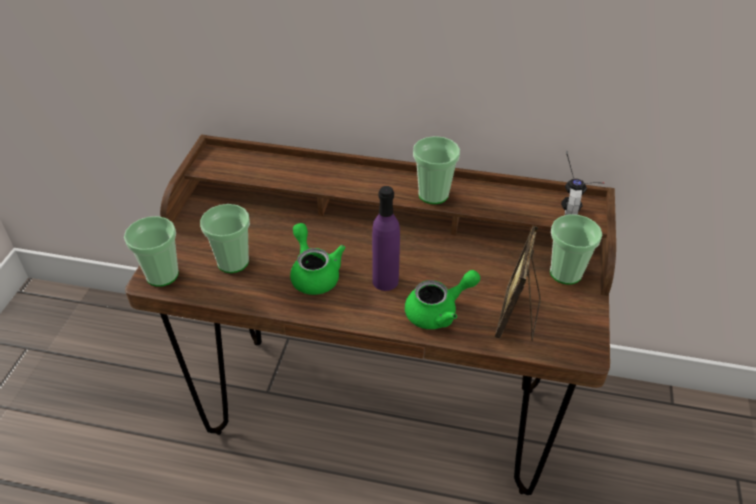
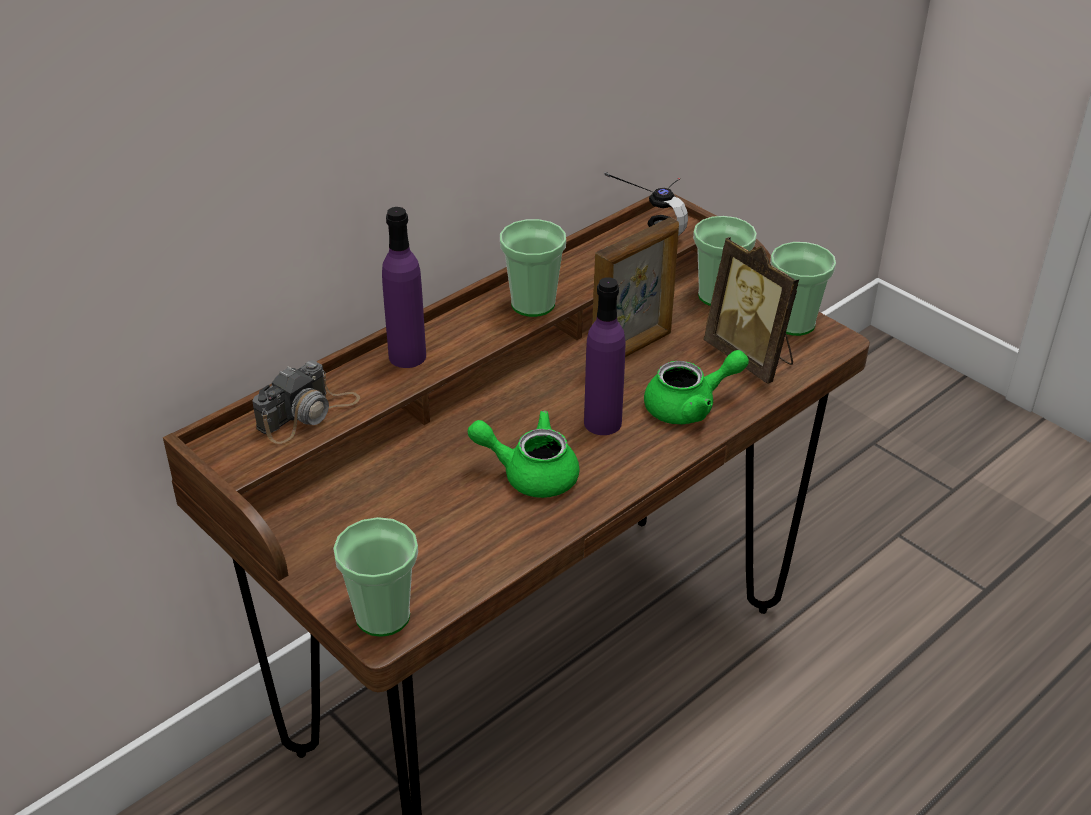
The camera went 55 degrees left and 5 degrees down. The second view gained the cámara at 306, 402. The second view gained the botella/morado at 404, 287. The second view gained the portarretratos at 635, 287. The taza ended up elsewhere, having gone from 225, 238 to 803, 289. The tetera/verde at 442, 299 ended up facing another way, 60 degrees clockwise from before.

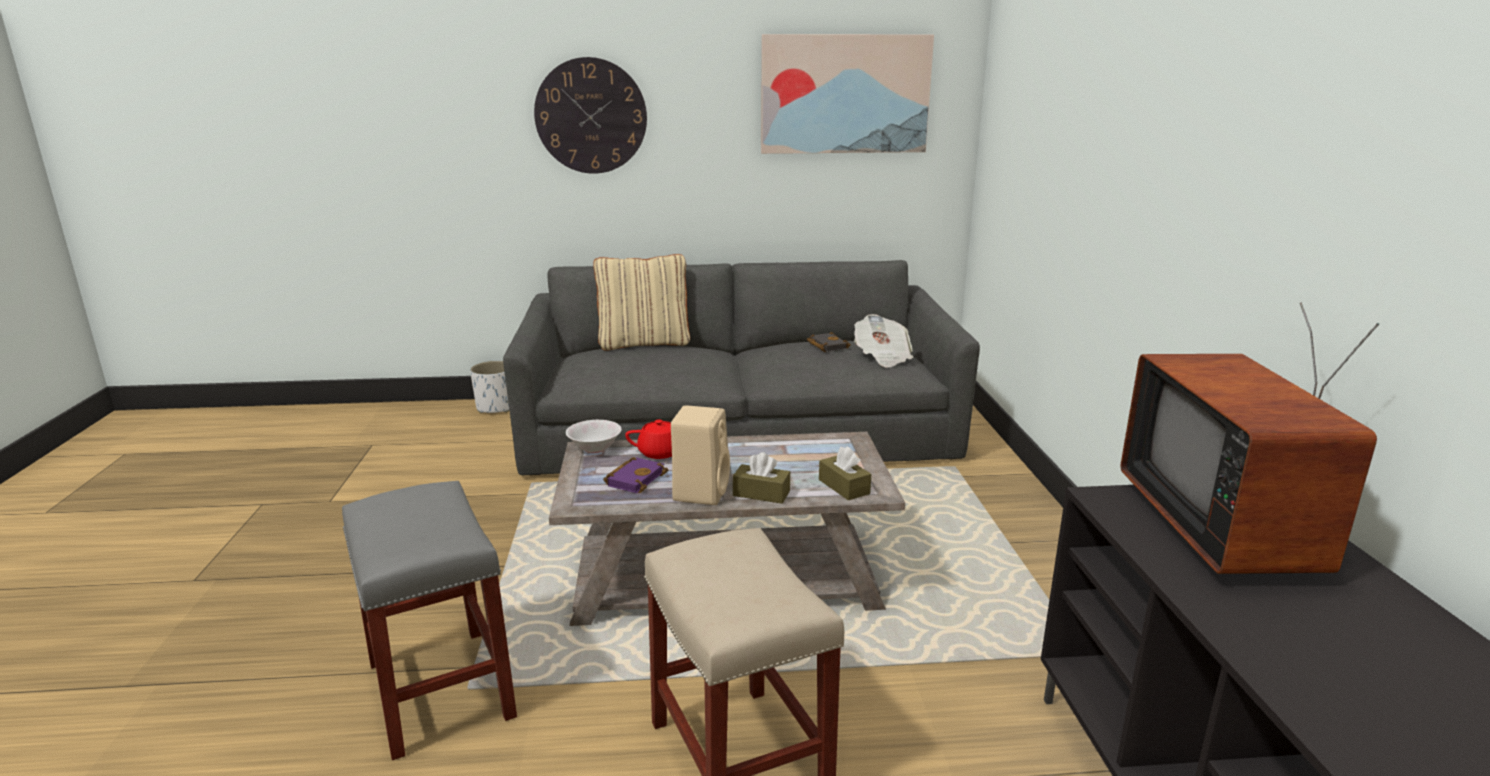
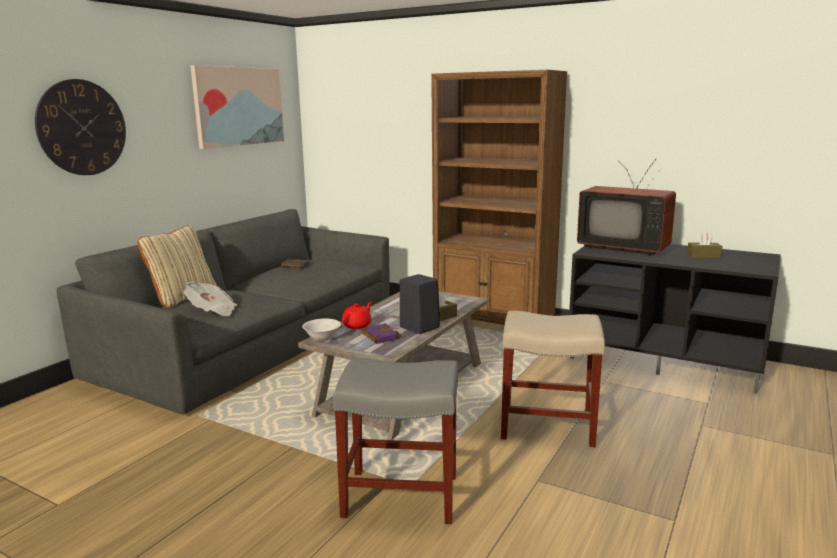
The camera went 55 degrees left and 5 degrees down. The second view lost the maceta/blanco at 490, 387. The second view gained the estantería/marrón at 499, 197. The caja de pañuelos/marrón ended up elsewhere, having gone from 845, 473 to 704, 245. The periódico ended up elsewhere, having gone from 883, 341 to 210, 299. What was the altavoz/beis at 700, 455 turned into the altavoz/negro at 420, 304.

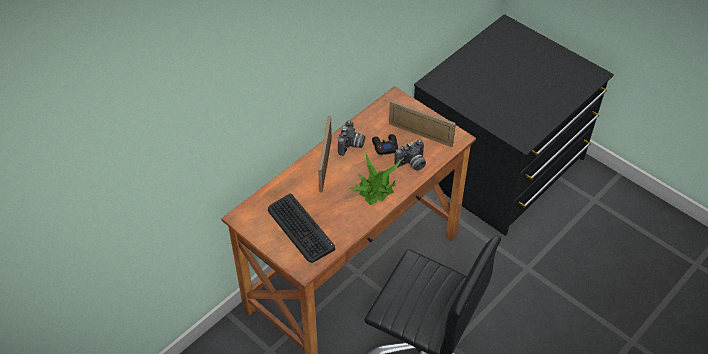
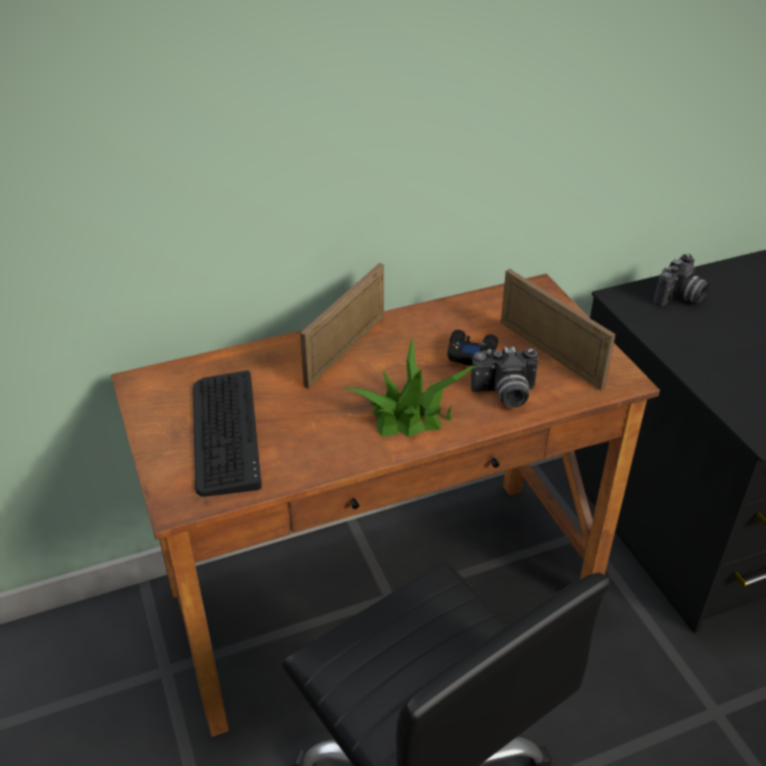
The camera went 25 degrees right and 10 degrees down. The cámara ended up elsewhere, having gone from 351, 138 to 681, 280.

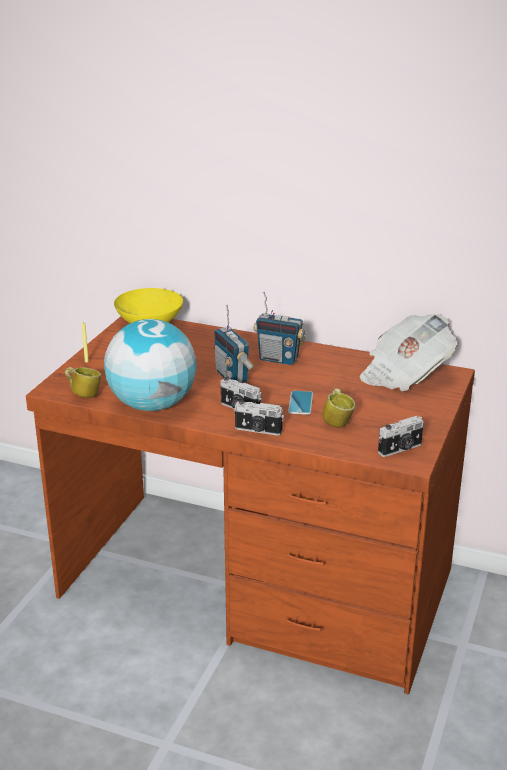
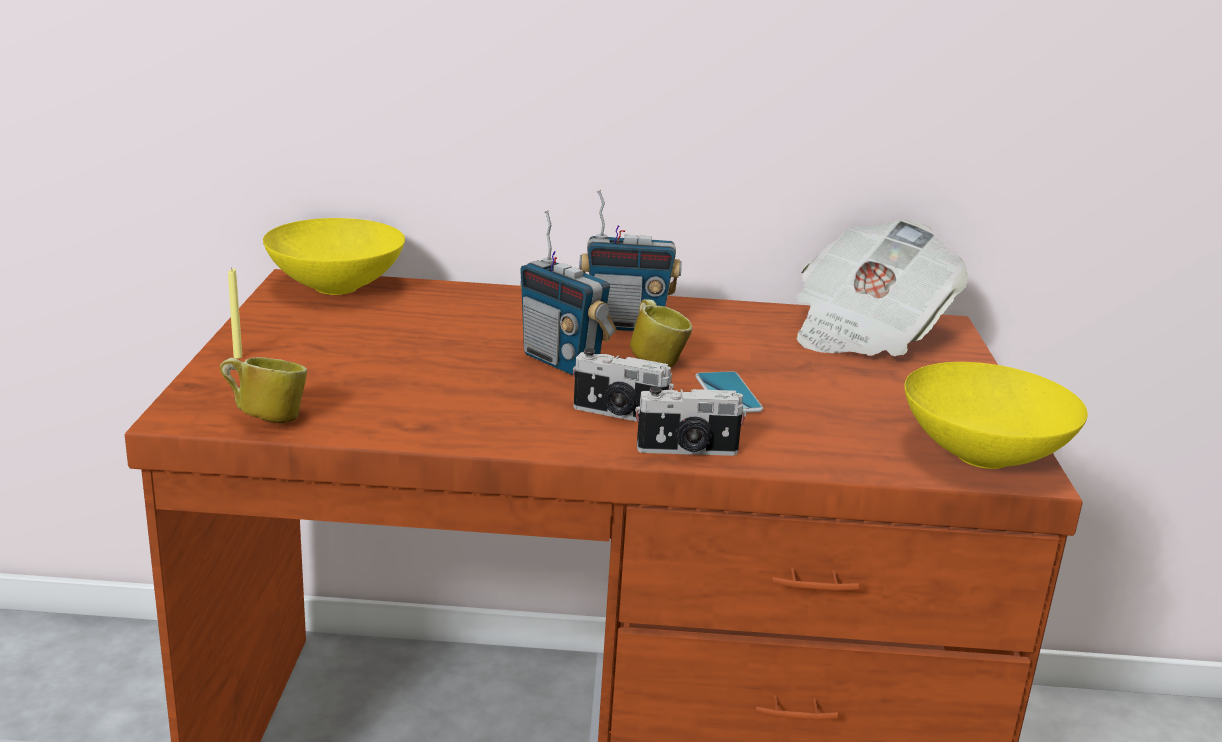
The camera went 20 degrees left and 5 degrees down. The second view lost the globo terráqueo at 150, 365. The taza grande ended up elsewhere, having gone from 338, 408 to 661, 333. Where the cámara stood at 401, 436, the cuenco/amarillo came to stand at 996, 415.

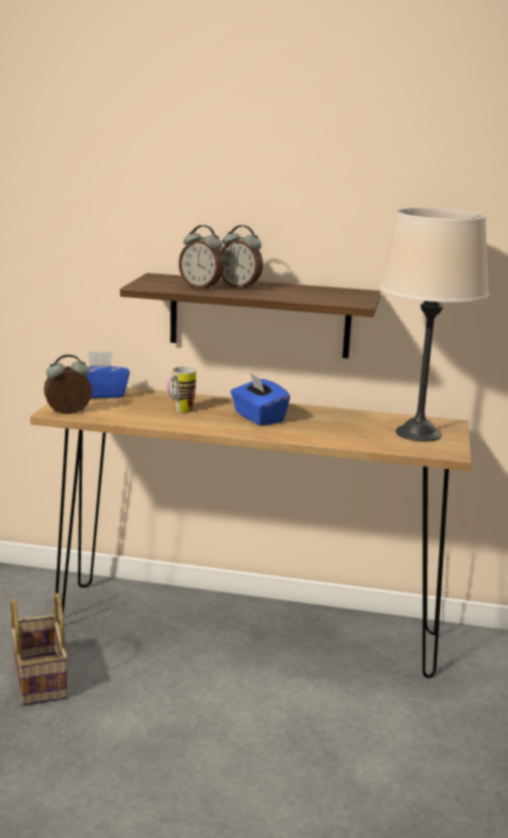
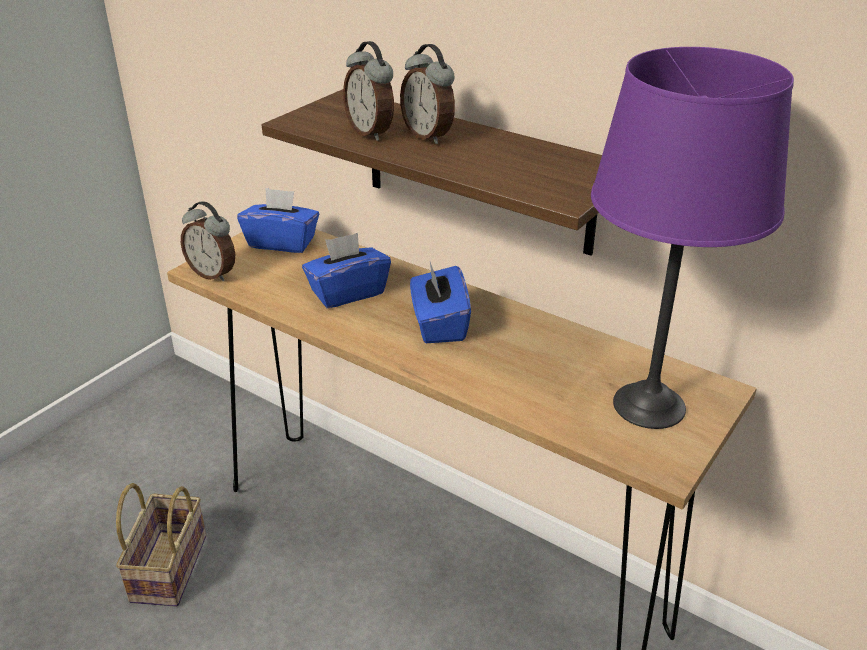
The camera went 25 degrees right and 15 degrees up. Where the taza grande stood at 181, 390, the caja de pañuelos/azul came to stand at 346, 270. What was the lámpara de mesa/beis at 434, 324 turned into the lámpara de mesa/morado at 692, 238. The despertador at 68, 384 ended up facing another way, 150 degrees counterclockwise from before.

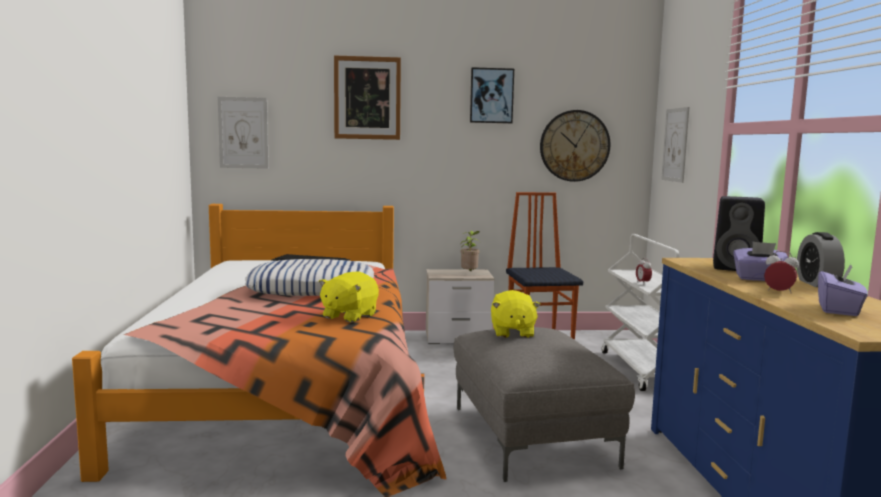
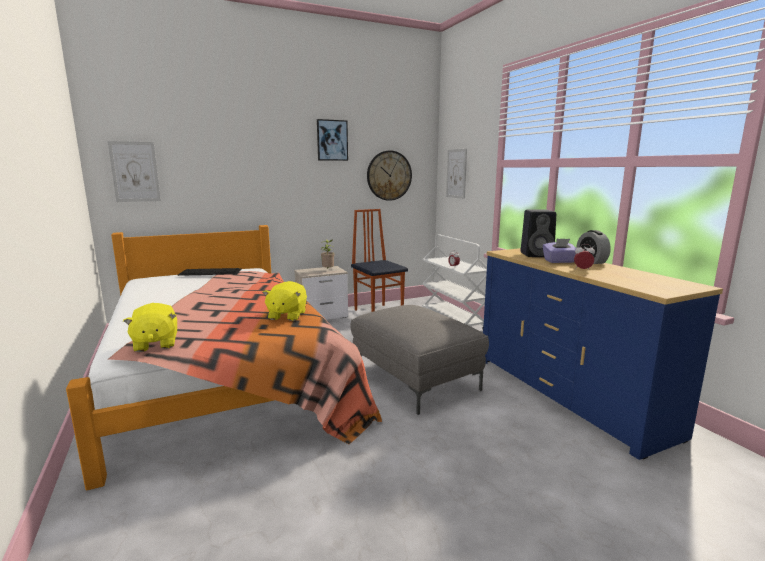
The camera went 20 degrees left and 5 degrees up. The second view lost the cojín at 309, 277. The second view lost the cuadro at 367, 97. The second view lost the caja de pañuelos/morado at 843, 290. The peluche/amarillo ended up elsewhere, having gone from 516, 314 to 150, 327.

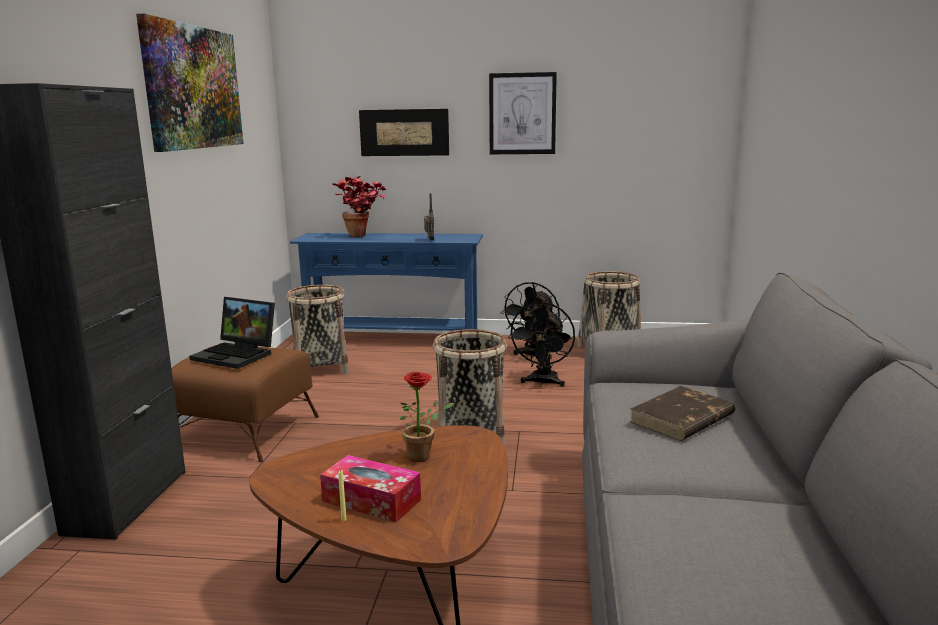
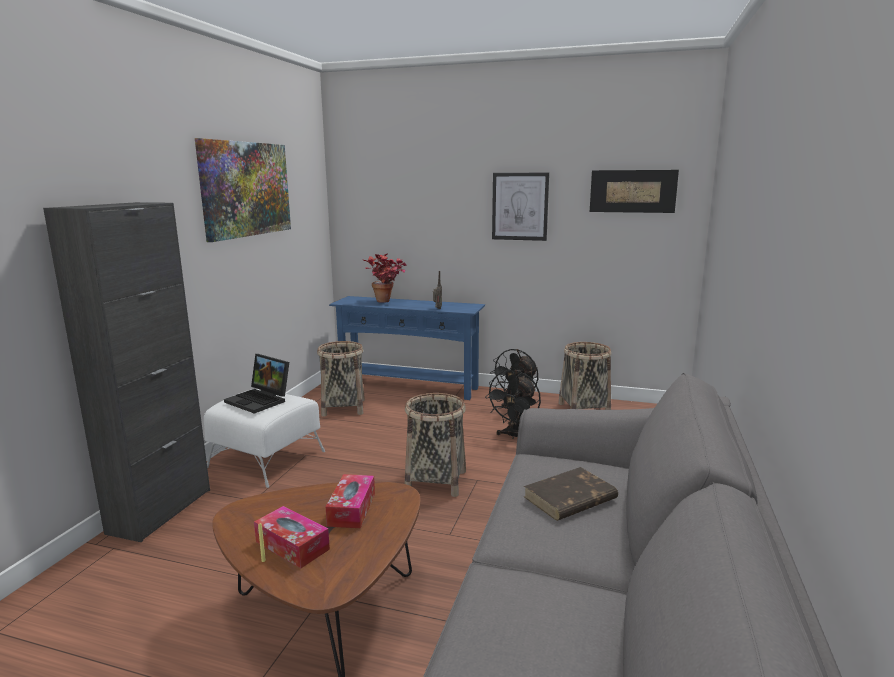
The camera went 10 degrees right and 0 degrees up. The cuadro ended up elsewhere, having gone from 404, 132 to 634, 191. Where the planta en maceta stood at 427, 417, the caja de pañuelos came to stand at 350, 501. What was the puf/marrón at 245, 404 turned into the puf/blanco at 264, 438.

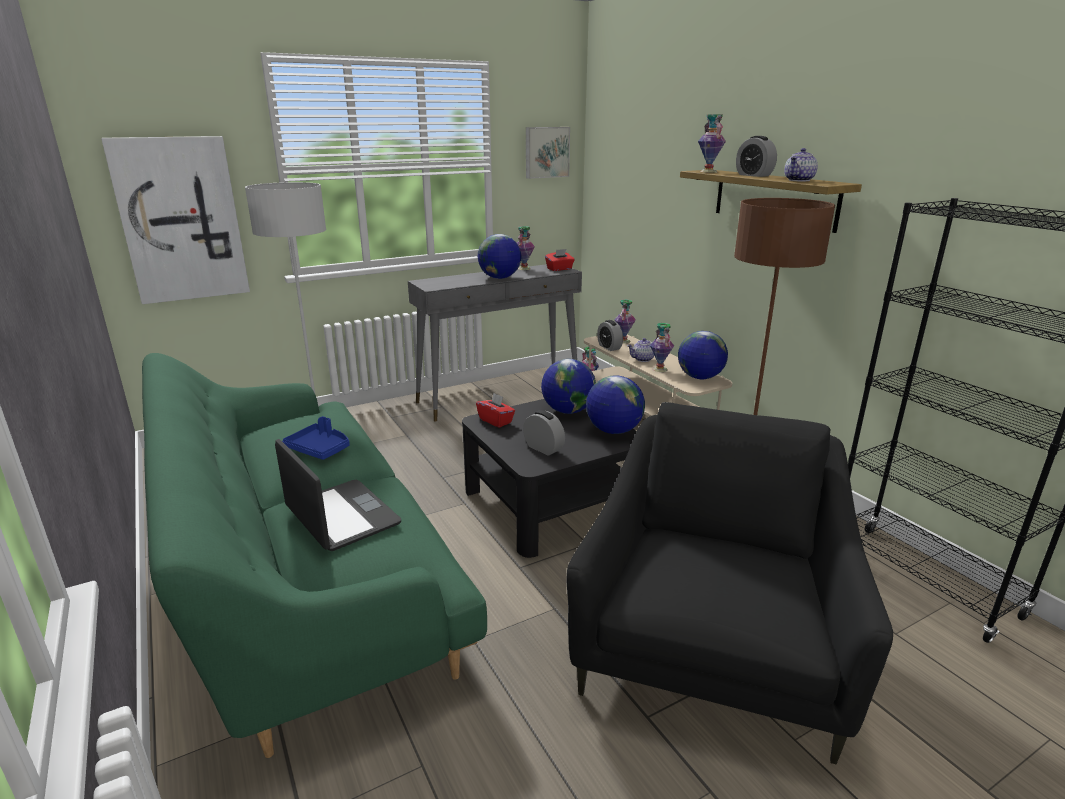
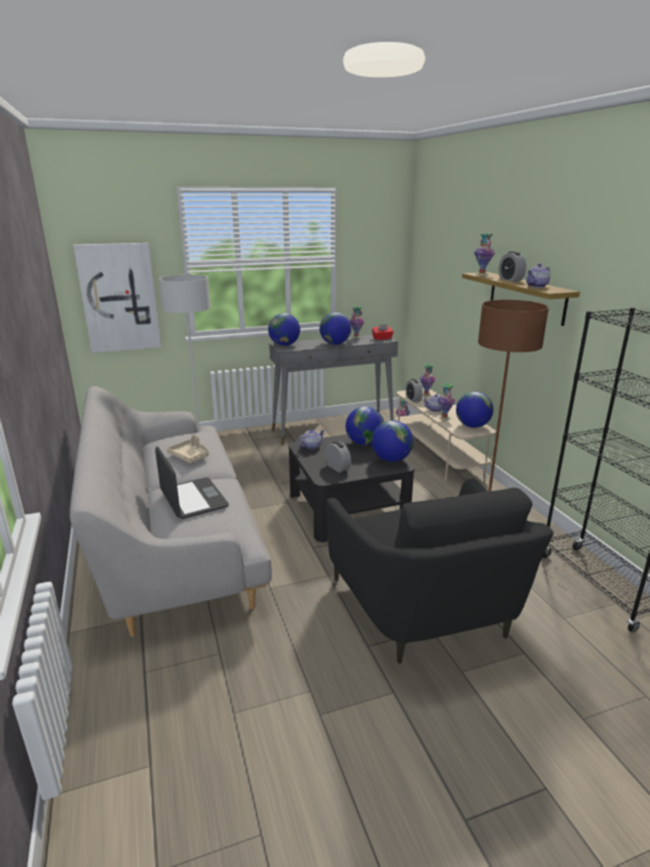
The camera went 10 degrees right and 0 degrees up. The second view lost the cuadro at 548, 153. The second view gained the globo terráqueo at 284, 329. Where the caja de pañuelos/rojo stood at 495, 410, the tetera came to stand at 311, 439. What was the sofá/verde at 314, 555 turned into the sofá/gris at 171, 511. What was the bandeja/azul at 316, 438 turned into the bandeja/beis at 188, 449. The sillón/negro at 730, 583 ended up facing another way, 135 degrees clockwise from before.

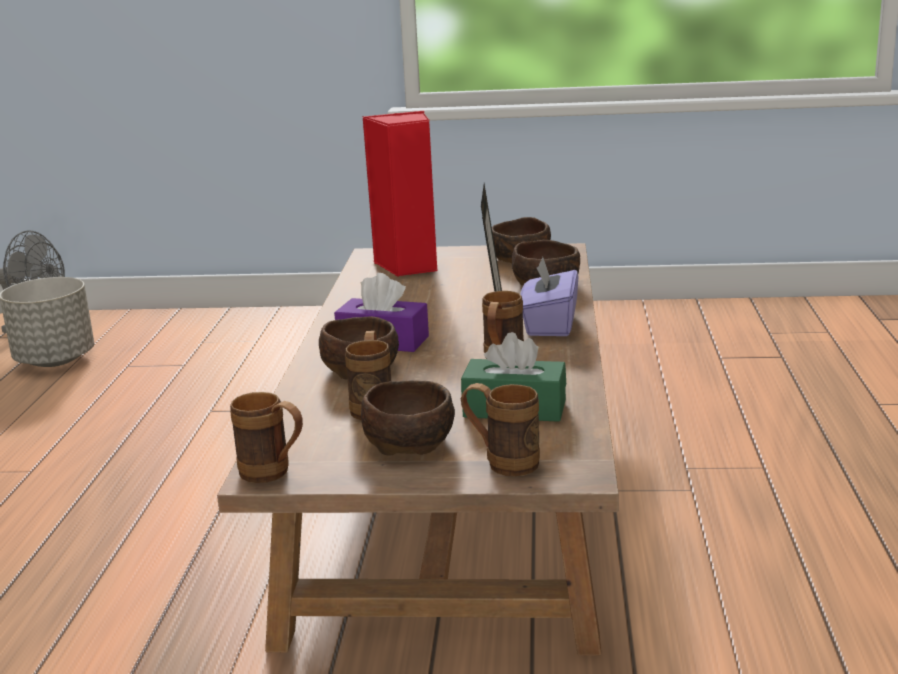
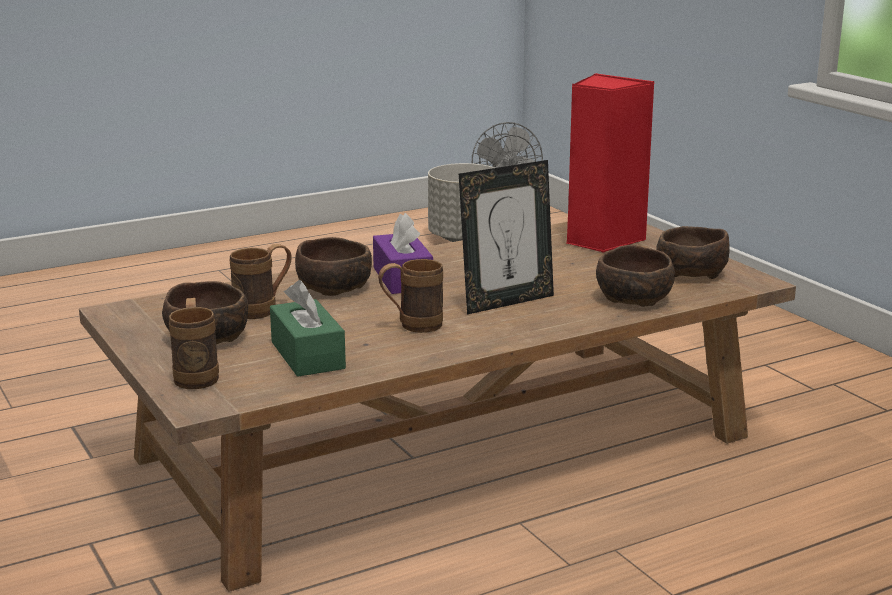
The camera went 55 degrees right and 0 degrees up. The second view lost the taza grande/marrón at 266, 437. The second view lost the caja de pañuelos/morado at 549, 296.

